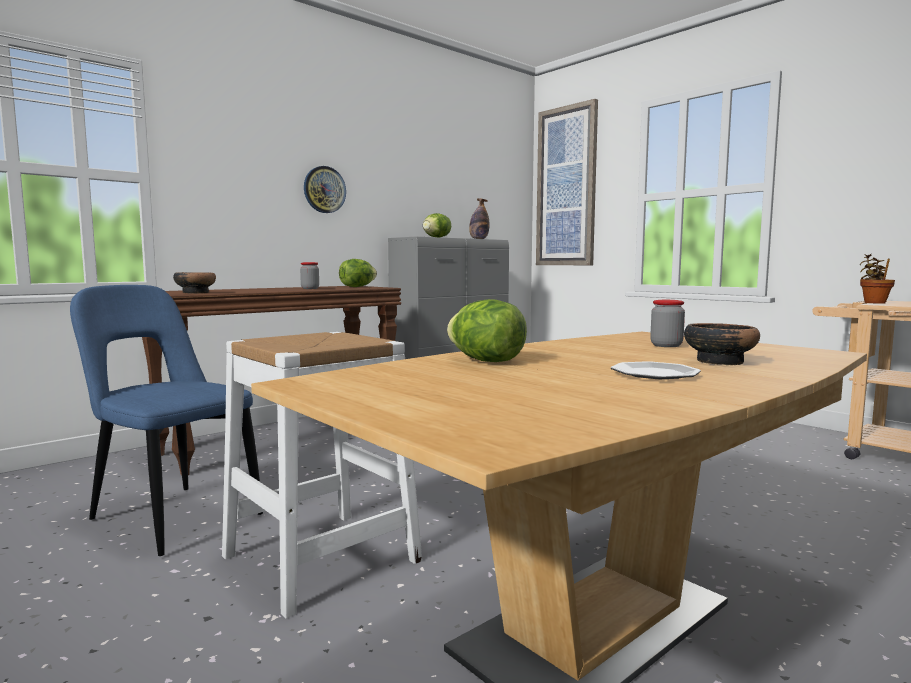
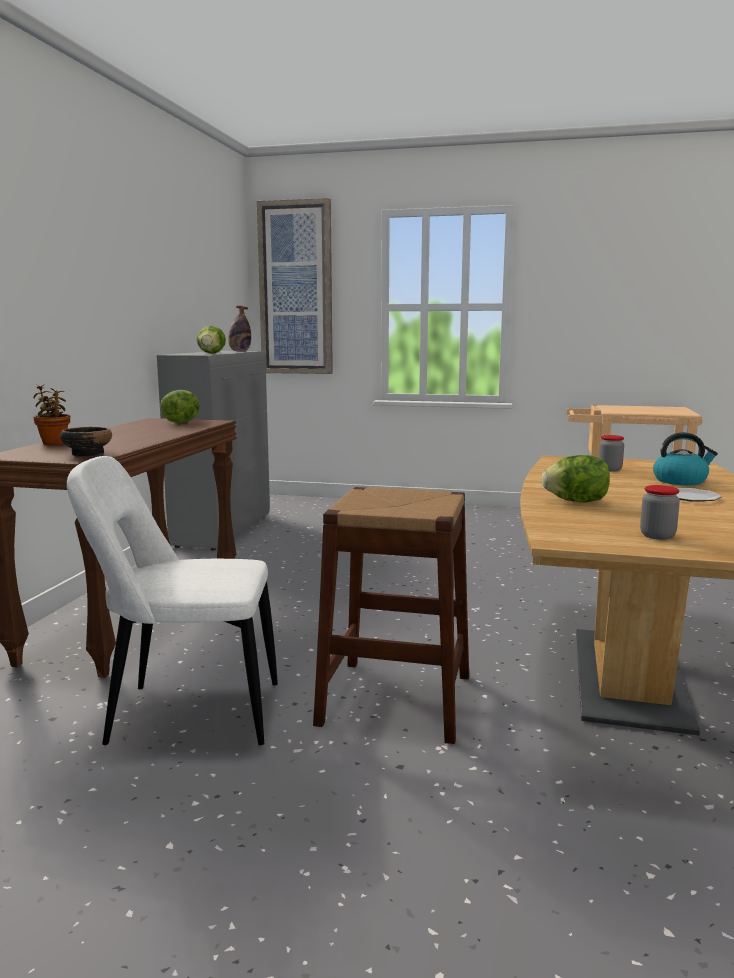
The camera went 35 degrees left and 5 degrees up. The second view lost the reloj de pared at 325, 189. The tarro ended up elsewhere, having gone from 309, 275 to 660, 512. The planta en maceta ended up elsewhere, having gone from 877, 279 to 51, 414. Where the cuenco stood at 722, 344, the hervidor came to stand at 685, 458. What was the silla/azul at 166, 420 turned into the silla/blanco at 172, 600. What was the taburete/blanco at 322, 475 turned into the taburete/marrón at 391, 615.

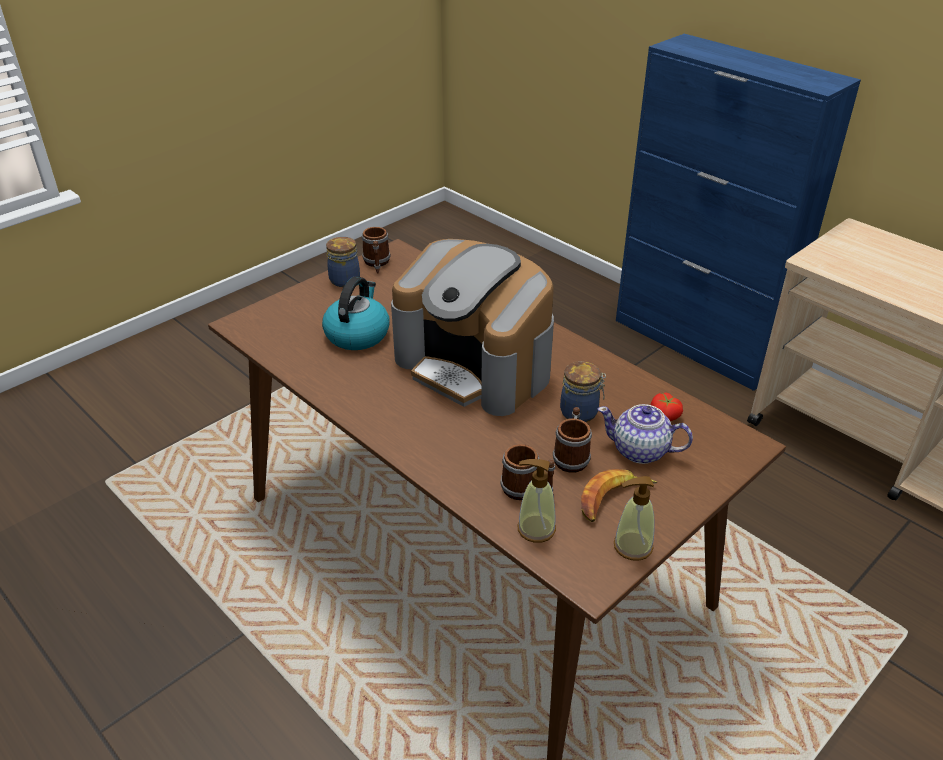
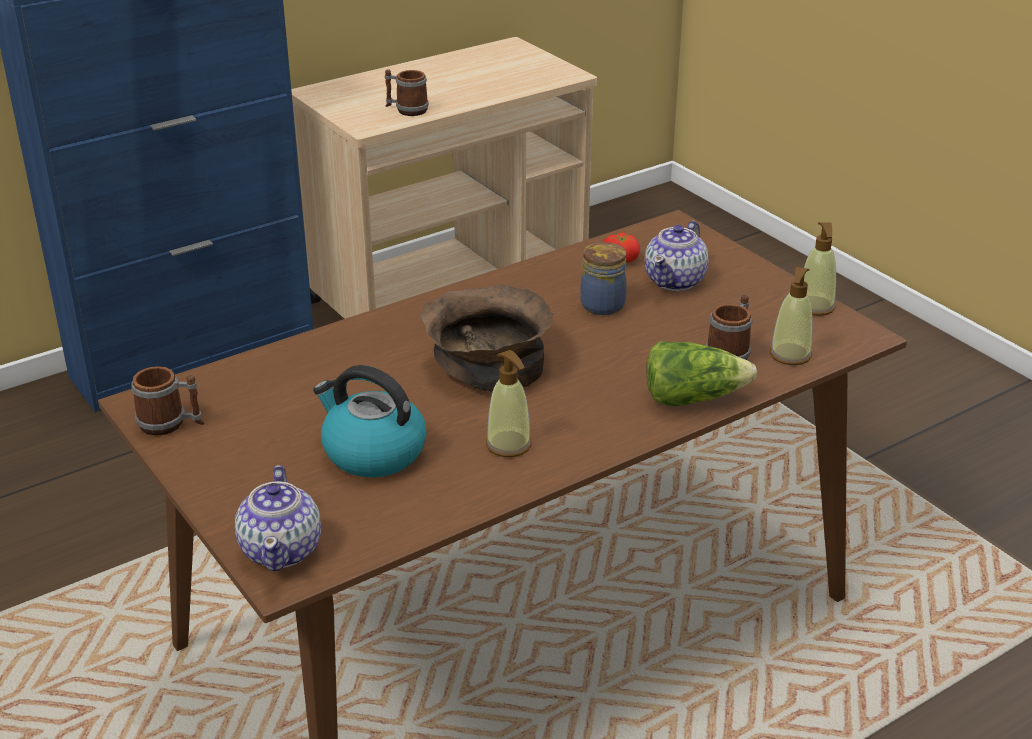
The camera went 80 degrees left and 5 degrees down. The second view lost the tarro at 343, 262. The second view lost the plátano at 619, 495. The second view gained the tetera at 278, 518. The second view gained the dispensador de jabón at 509, 403. The second view gained the lechuga at 702, 373. The taza grande ended up elsewhere, having gone from 572, 440 to 407, 92. Where the cafetera stood at 472, 327, the cuenco/marrón came to stand at 486, 338.

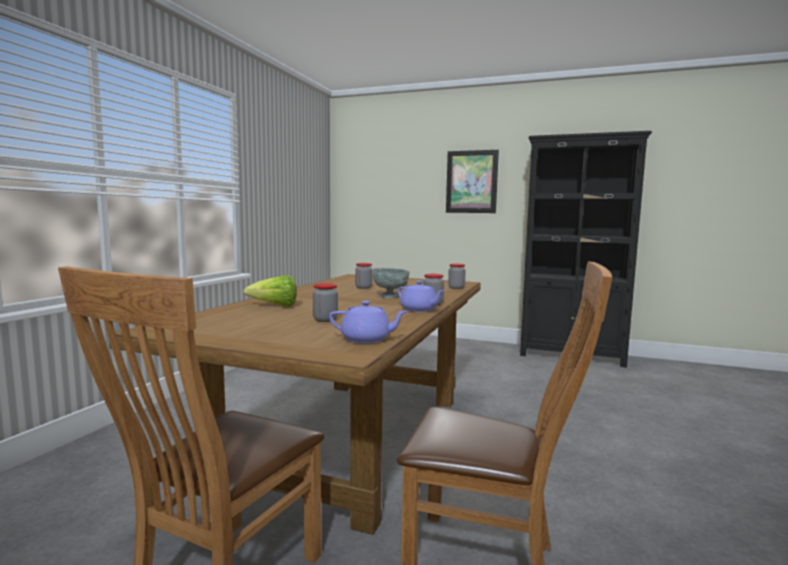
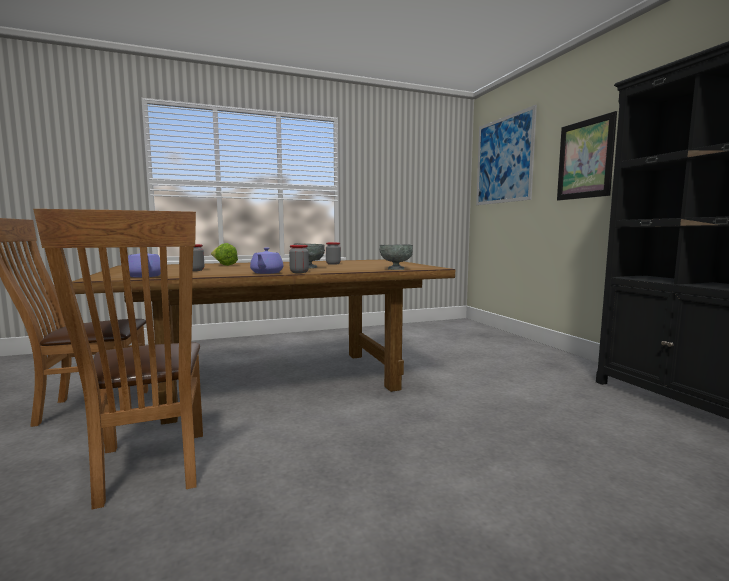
The camera went 50 degrees right and 0 degrees up. The second view gained the cuadro at 506, 155. Where the tarro stood at 457, 276, the cuenco/gris came to stand at 396, 257.

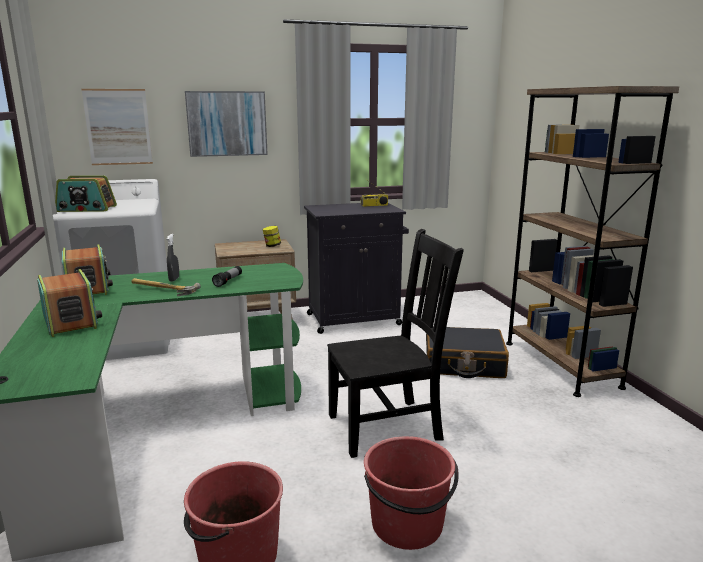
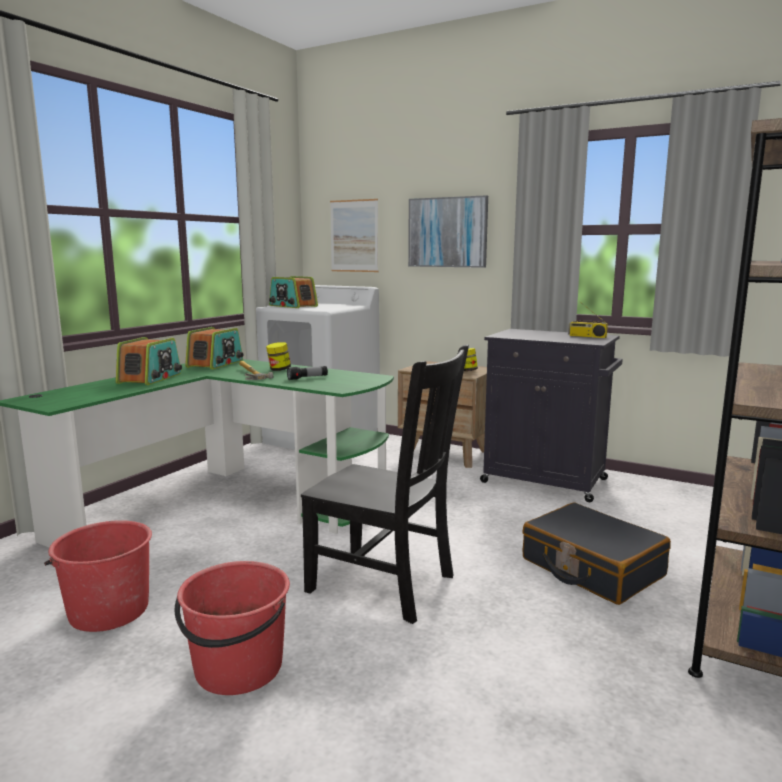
The camera went 45 degrees right and 5 degrees down. Where the pulverizador/gris stood at 173, 258, the tarro came to stand at 278, 356.

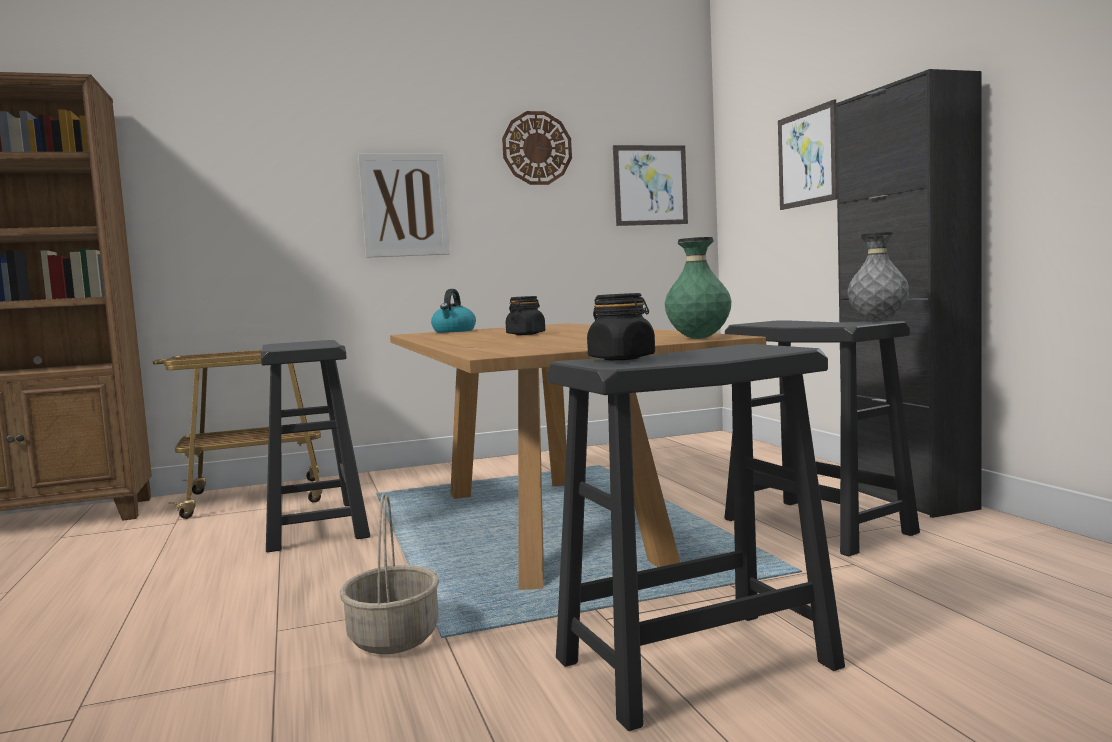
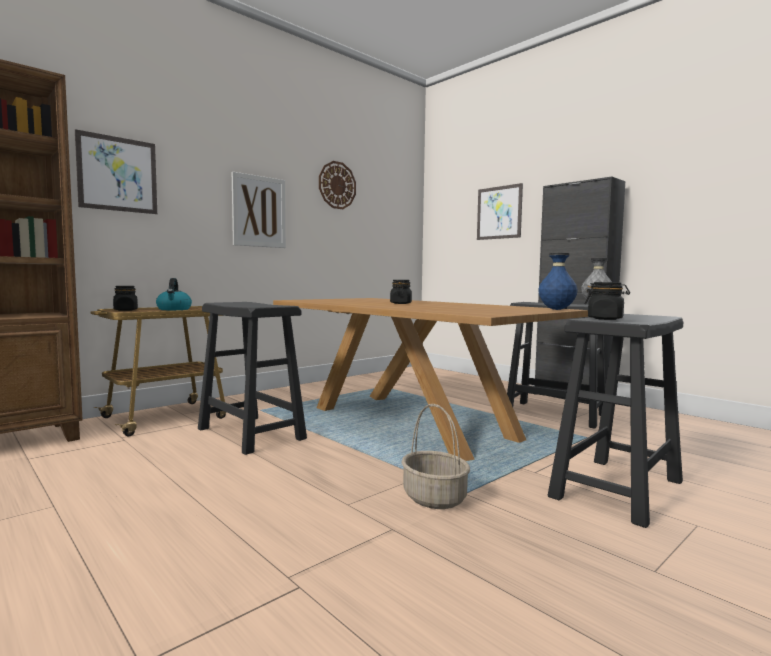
The camera went 25 degrees left and 0 degrees up. The second view gained the tarro/negro at 125, 298. The hervidor ended up elsewhere, having gone from 453, 311 to 174, 294. The cuadro ended up elsewhere, having gone from 650, 185 to 116, 171. What was the florero/verde at 698, 288 turned into the florero/azul at 558, 281.

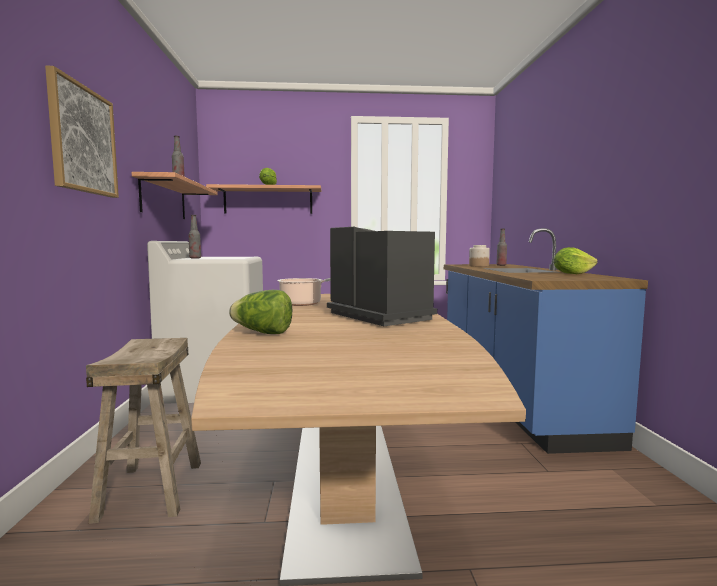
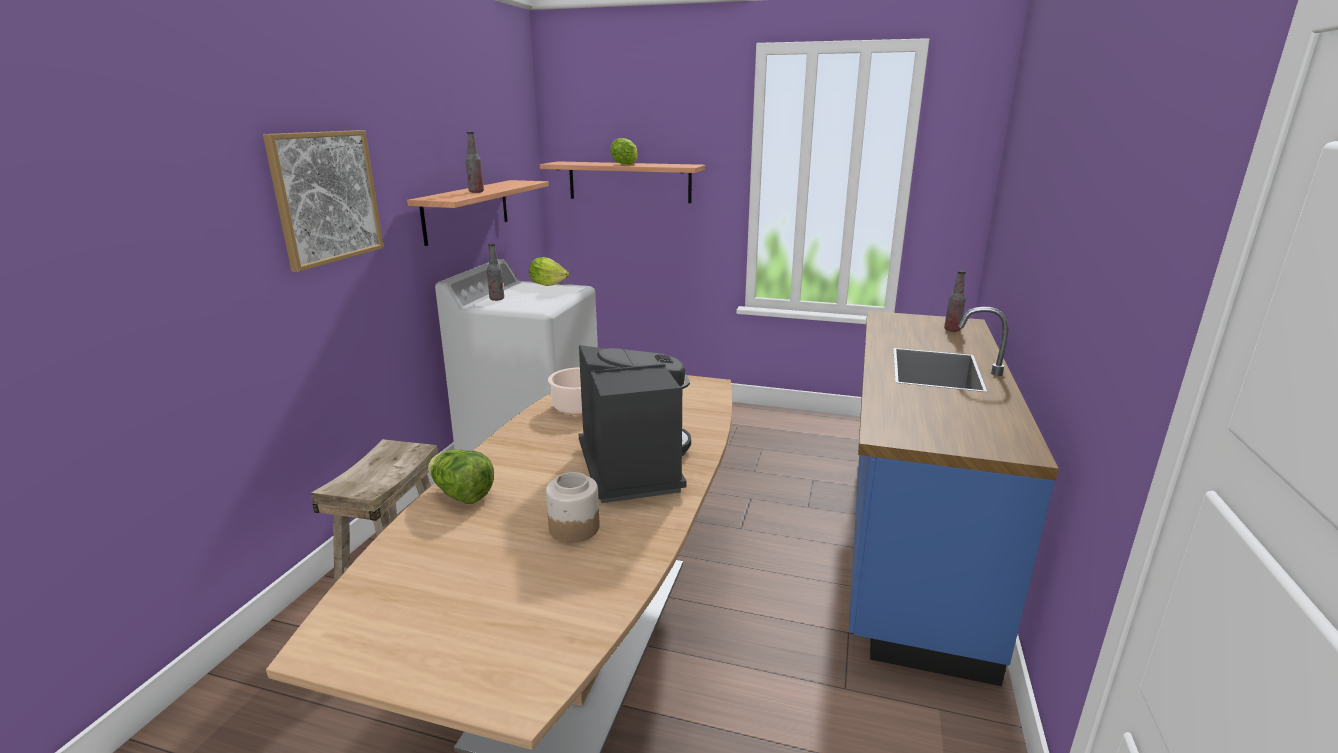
The camera went 20 degrees right and 15 degrees up. The tarro ended up elsewhere, having gone from 479, 256 to 572, 507. The lechuga ended up elsewhere, having gone from 576, 260 to 549, 271.

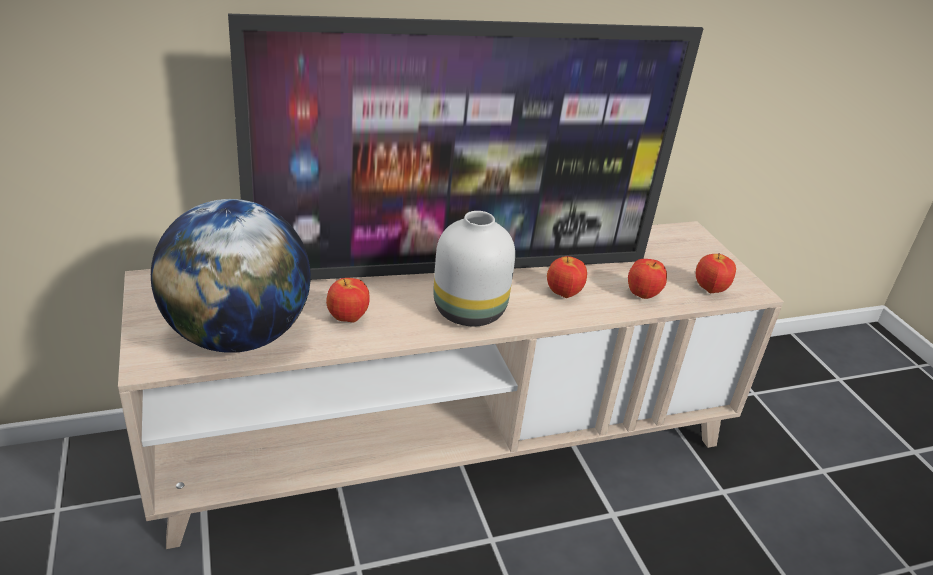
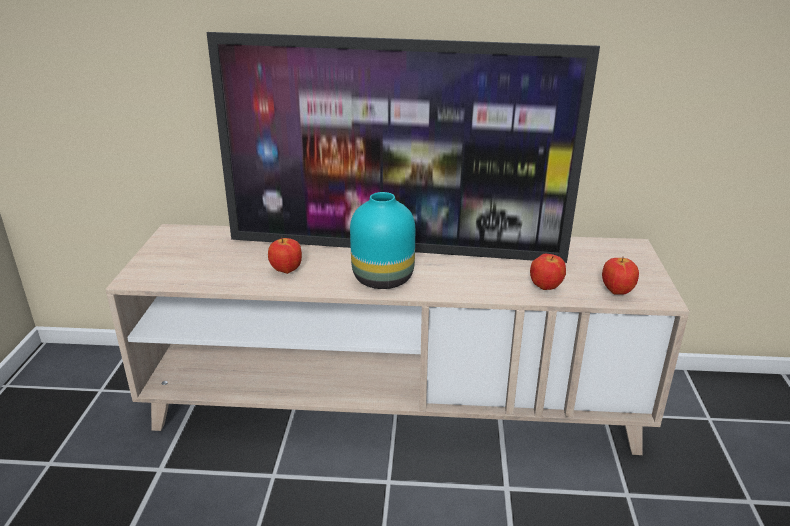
The camera went 25 degrees right and 5 degrees down. The second view lost the globo terráqueo at 231, 276. The second view lost the manzana at 567, 277. What was the florero/blanco at 474, 268 turned into the florero/turquesa at 382, 240.

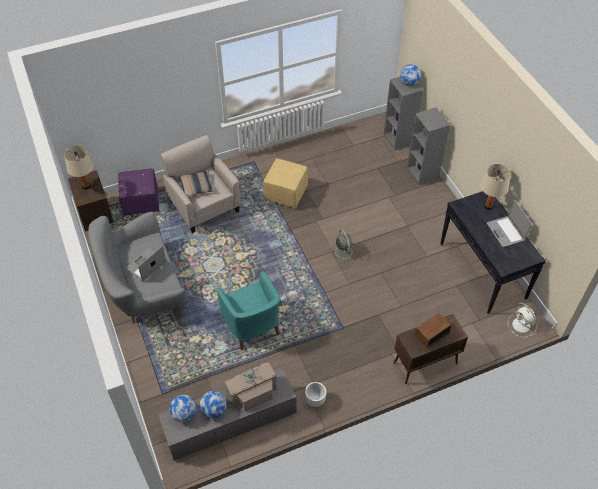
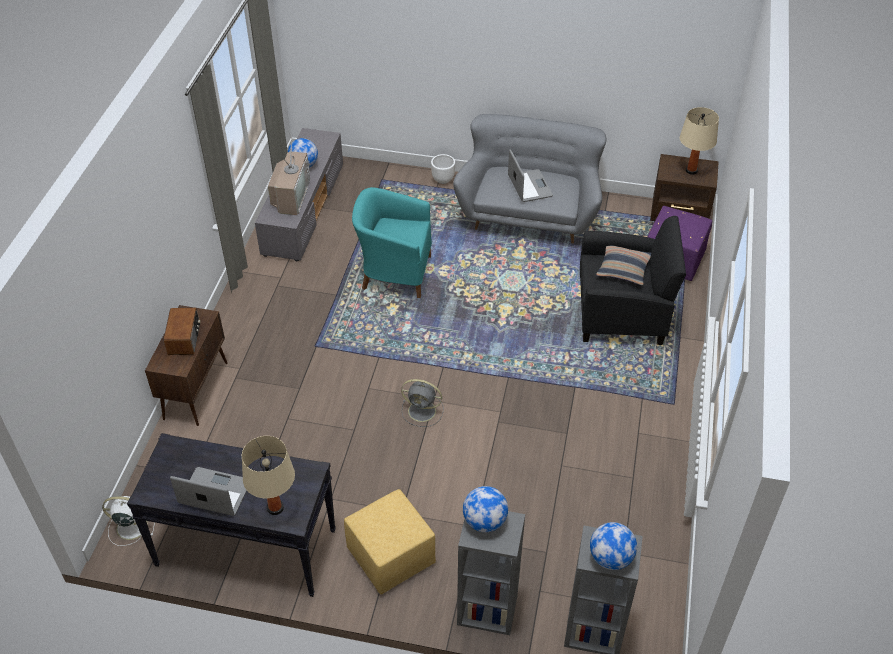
The camera went 125 degrees right and 5 degrees down. The globo terráqueo ended up elsewhere, having gone from 183, 408 to 485, 509. The puf/amarillo ended up elsewhere, having gone from 285, 183 to 390, 541. The maceta/blanco ended up elsewhere, having gone from 315, 394 to 443, 169. What was the sillón/beis at 200, 184 turned into the sillón/negro at 633, 280.

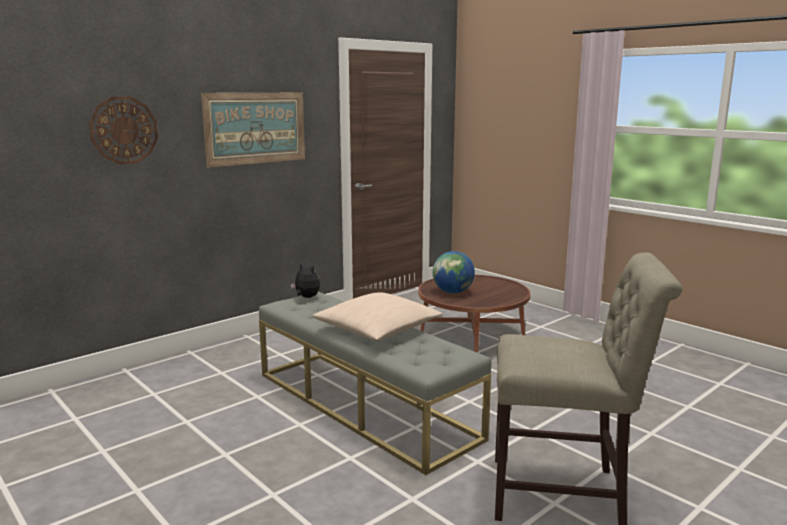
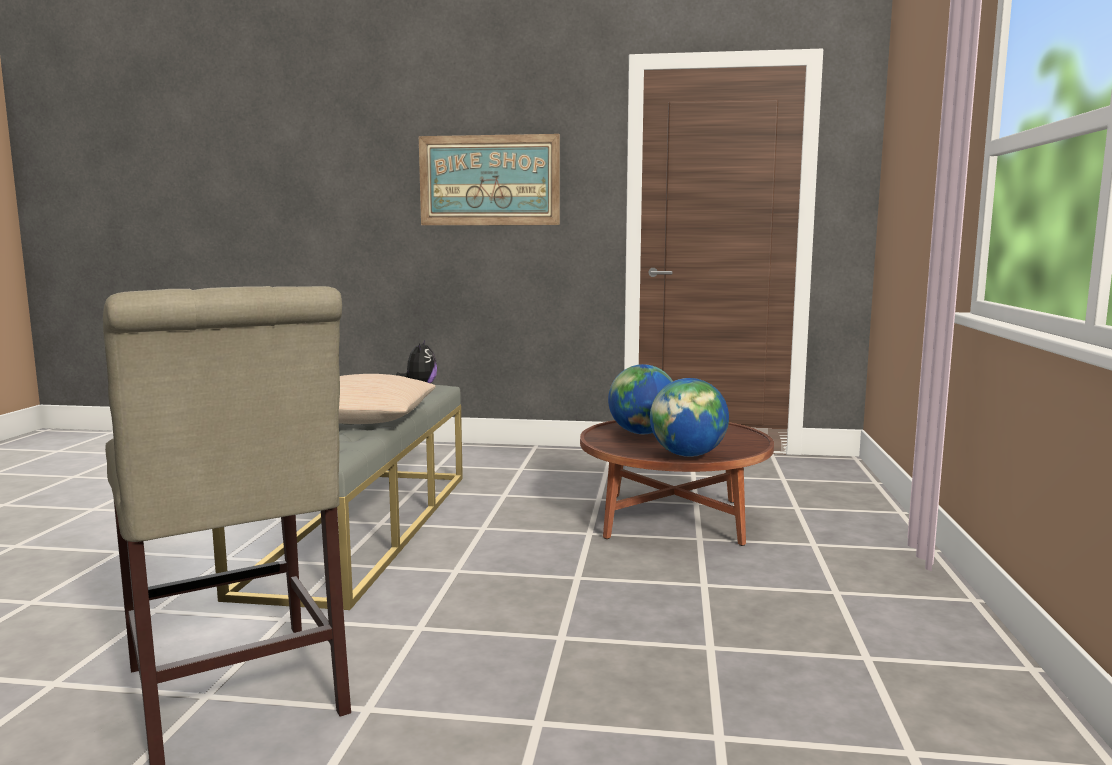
The camera went 50 degrees right and 5 degrees down. The second view lost the reloj de pared at 123, 130. The second view gained the globo terráqueo at 689, 417.

